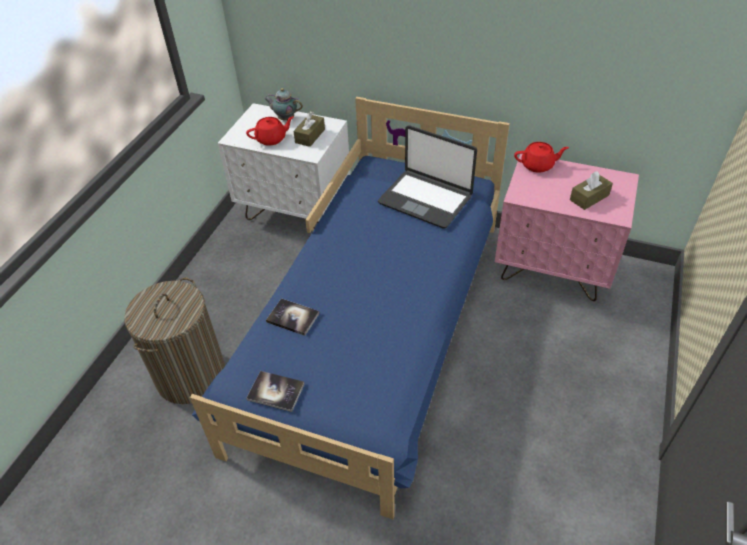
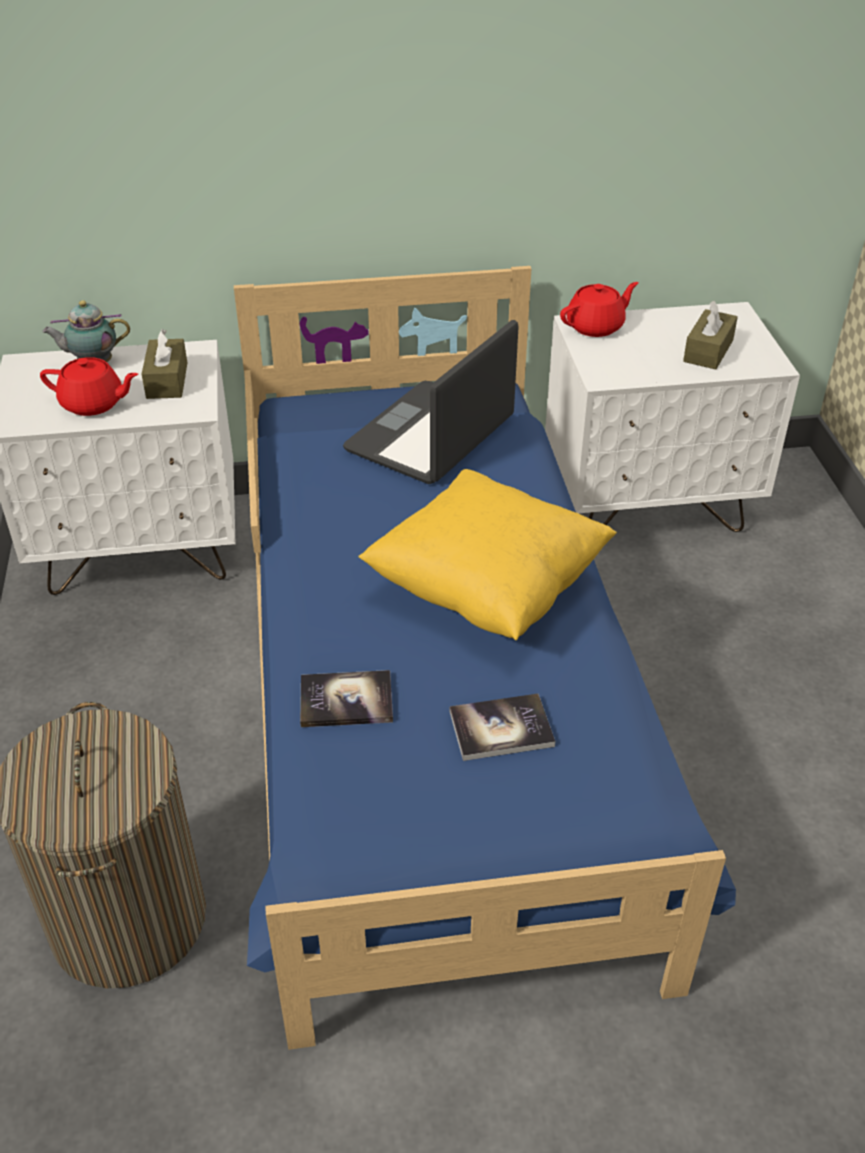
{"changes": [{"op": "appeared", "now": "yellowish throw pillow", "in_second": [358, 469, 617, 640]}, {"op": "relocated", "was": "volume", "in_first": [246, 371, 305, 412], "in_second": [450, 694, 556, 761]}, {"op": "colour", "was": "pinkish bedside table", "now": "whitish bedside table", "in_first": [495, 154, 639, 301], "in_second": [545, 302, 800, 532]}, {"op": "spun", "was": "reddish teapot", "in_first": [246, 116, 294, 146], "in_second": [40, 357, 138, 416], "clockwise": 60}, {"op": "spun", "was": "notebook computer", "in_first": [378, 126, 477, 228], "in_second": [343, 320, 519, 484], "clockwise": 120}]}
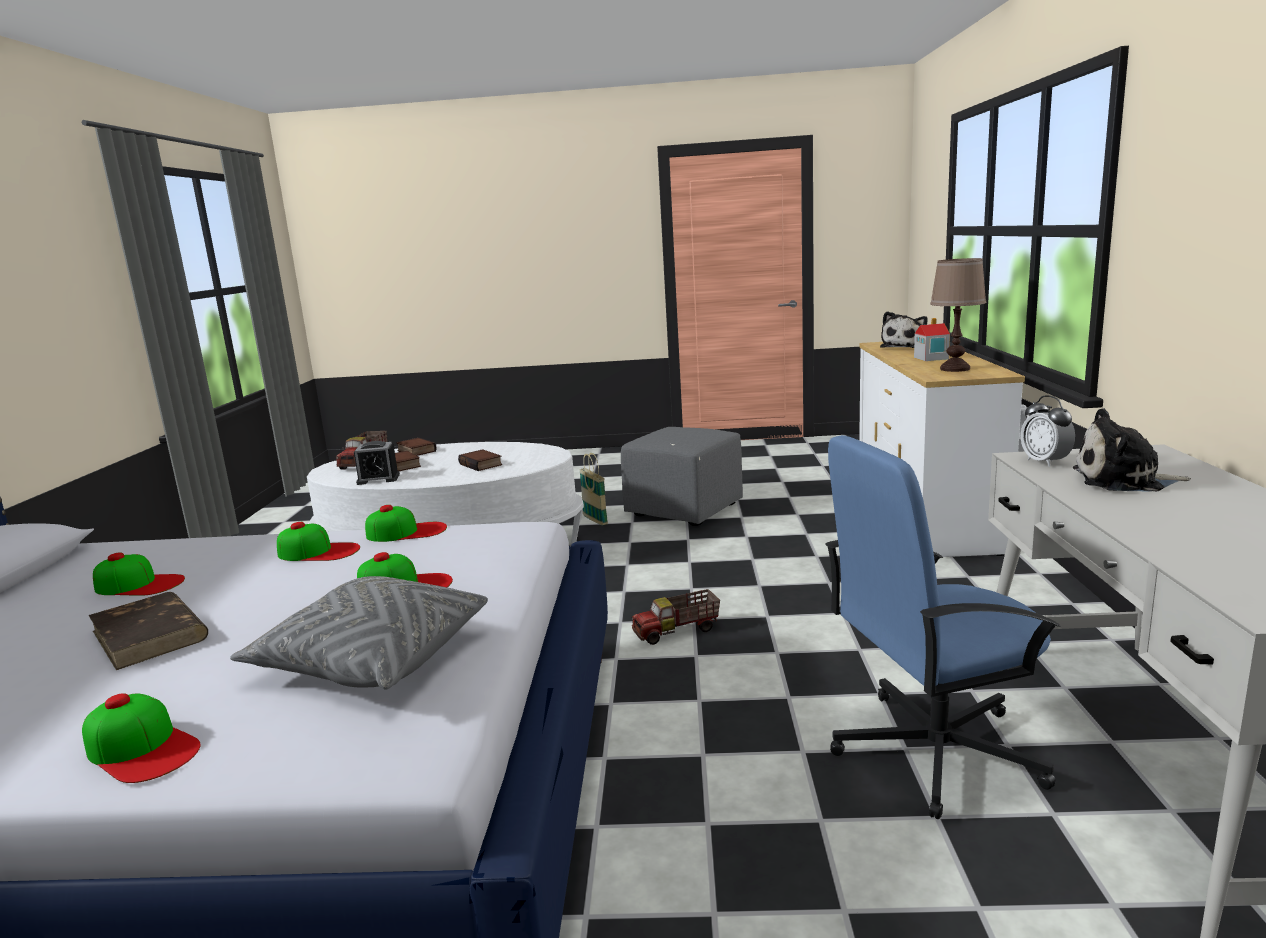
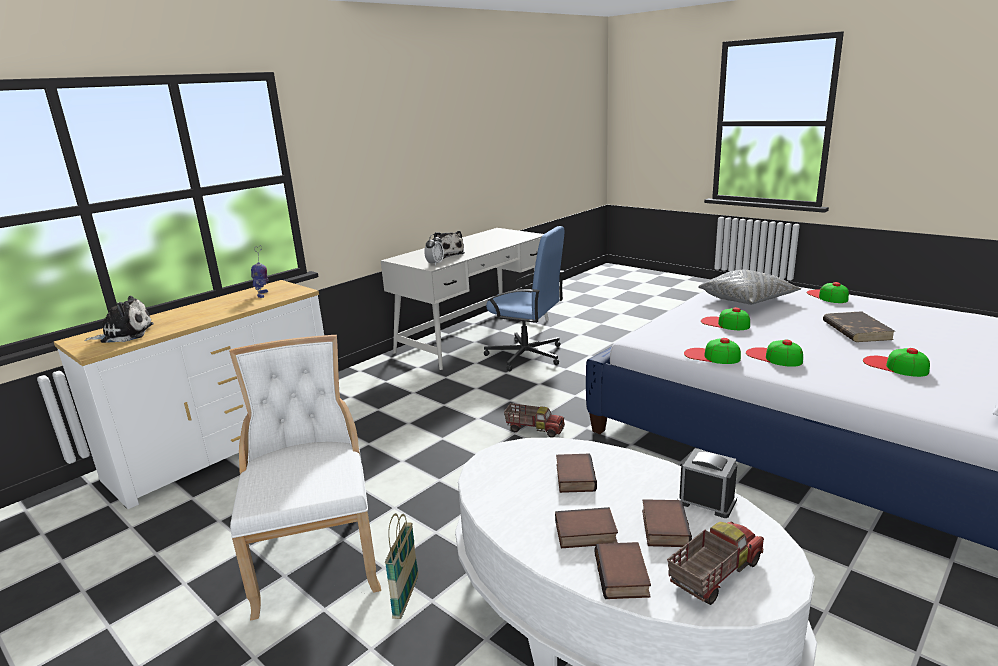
{"changes": [{"op": "missing", "was": "model house", "in_first": [914, 318, 950, 361]}, {"op": "appeared", "now": "volume", "in_second": [555, 507, 618, 548]}, {"op": "exchanged", "was": "greyish ottoman", "now": "whitish plain chair", "in_first": [621, 427, 743, 526], "in_second": [229, 335, 381, 621]}, {"op": "exchanged", "was": "brownish tabletop lamp", "now": "robot figure", "in_first": [930, 258, 986, 372], "in_second": [251, 246, 269, 298]}]}
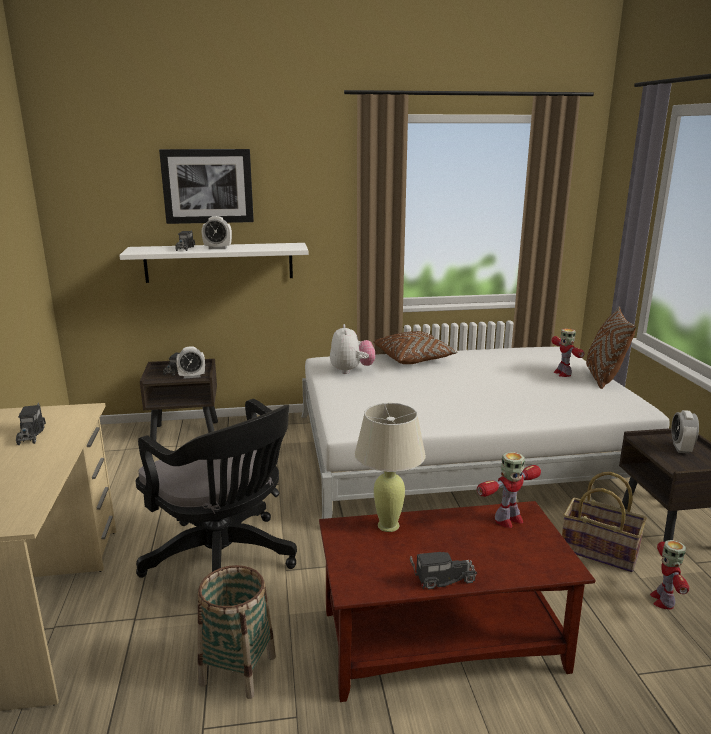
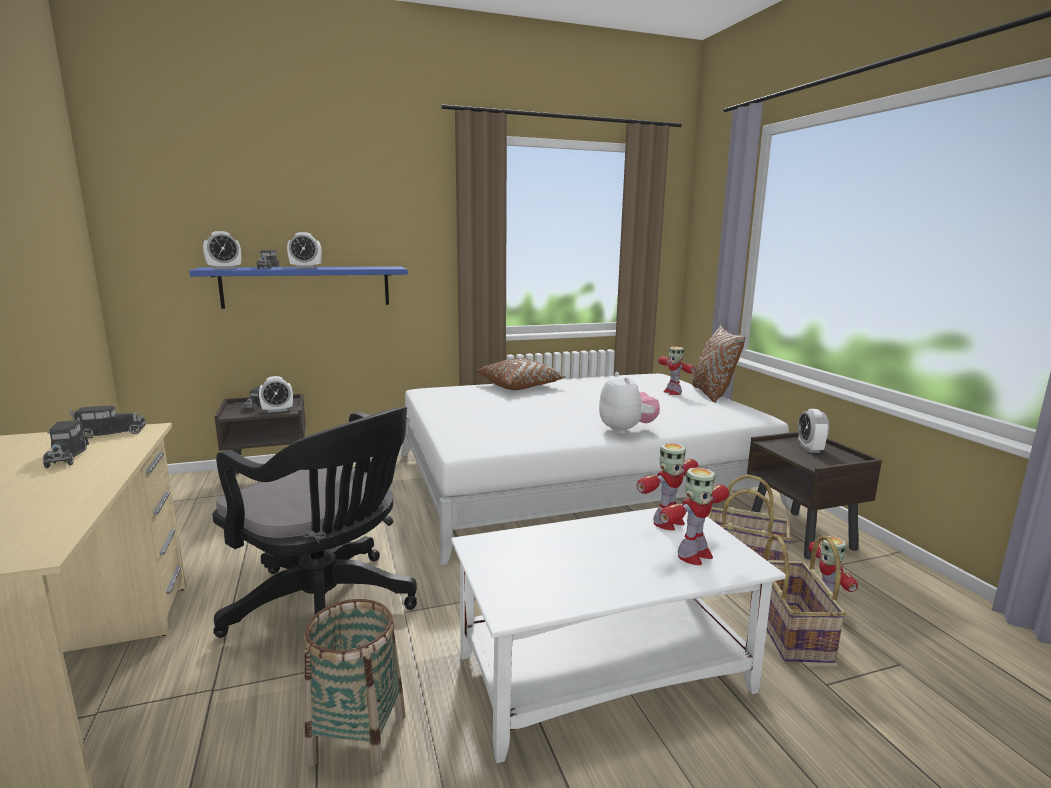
{"changes": [{"op": "missing", "was": "picture", "in_first": [159, 149, 254, 224]}, {"op": "missing", "was": "sand-coloured tabletop lamp", "in_first": [355, 403, 426, 532]}, {"op": "appeared", "now": "table clock", "in_second": [203, 231, 241, 269]}, {"op": "appeared", "now": "robot figure", "in_second": [659, 467, 729, 565]}, {"op": "appeared", "now": "household basket", "in_second": [764, 534, 846, 663]}, {"op": "relocated", "was": "soft toy", "in_first": [330, 324, 375, 374], "in_second": [599, 372, 660, 435]}, {"op": "relocated", "was": "toy truck", "in_first": [410, 552, 477, 589], "in_second": [69, 406, 146, 438]}, {"op": "colour", "was": "whitish shelf", "now": "bluish shelf", "in_first": [119, 243, 308, 283], "in_second": [189, 266, 408, 309]}, {"op": "colour", "was": "brownish low table", "now": "whitish low table", "in_first": [319, 501, 596, 702], "in_second": [451, 504, 786, 763]}]}
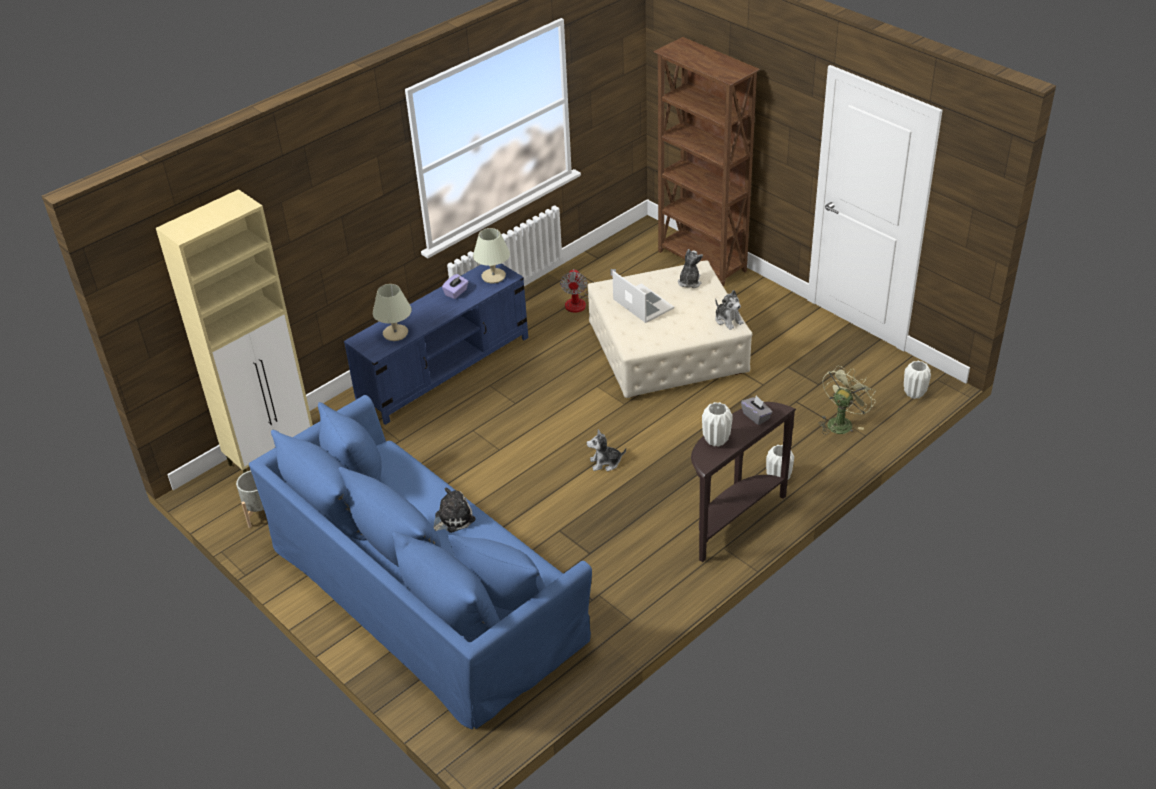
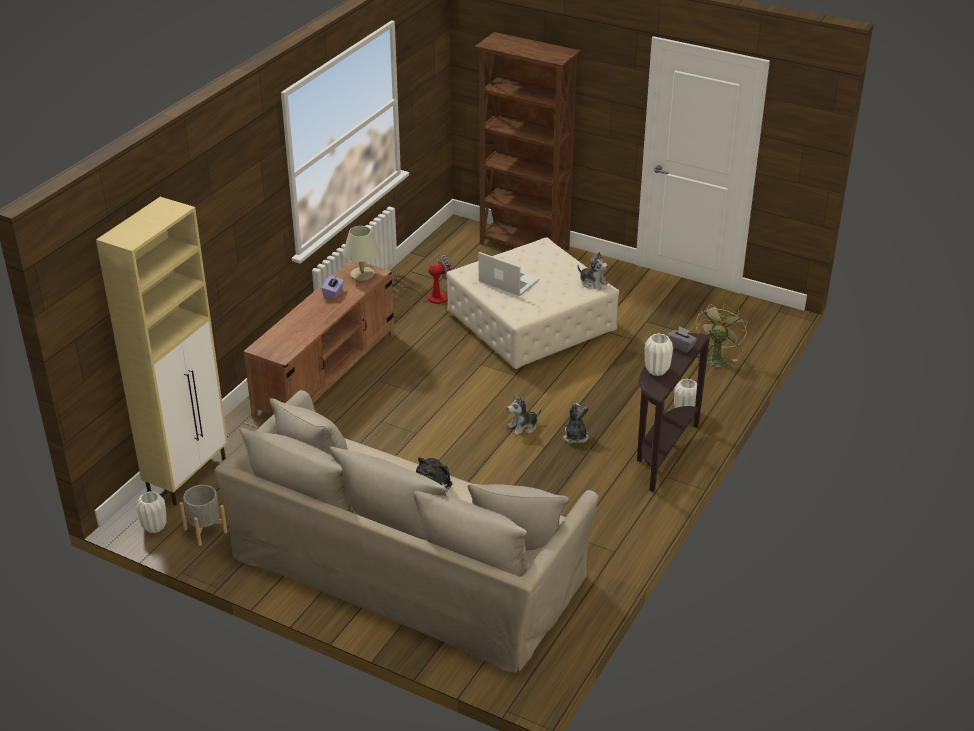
{"changes": [{"op": "missing", "was": "sand-coloured tabletop lamp", "in_first": [373, 284, 412, 341]}, {"op": "relocated", "was": "soft toy", "in_first": [678, 249, 703, 288], "in_second": [563, 403, 589, 443]}, {"op": "relocated", "was": "whitish decorative vase", "in_first": [904, 361, 931, 399], "in_second": [137, 491, 166, 533]}, {"op": "colour", "was": "bluish sofa", "now": "sand-coloured sofa", "in_first": [249, 395, 592, 729], "in_second": [214, 390, 598, 673]}, {"op": "colour", "was": "bluish media console", "now": "brownish media console", "in_first": [344, 264, 528, 425], "in_second": [243, 261, 394, 417]}, {"op": "spun", "was": "fan", "in_first": [560, 269, 616, 313], "in_second": [392, 255, 453, 304], "clockwise": -105}]}
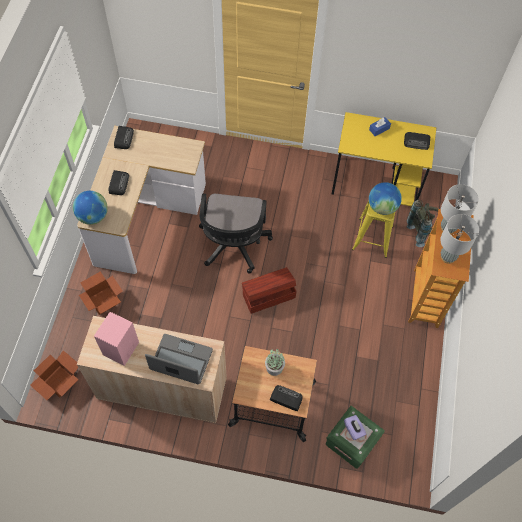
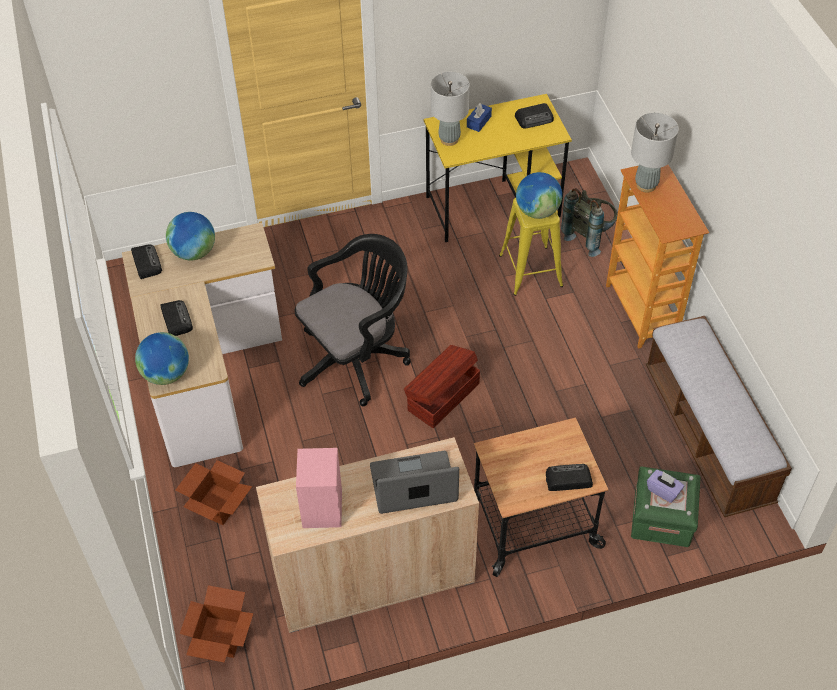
{"changes": [{"op": "missing", "was": "plant in a pot", "in_first": [265, 348, 285, 376]}, {"op": "appeared", "now": "world globe", "in_second": [166, 212, 215, 261]}, {"op": "appeared", "now": "long seat", "in_second": [646, 316, 792, 517]}, {"op": "relocated", "was": "greyish tabletop lamp", "in_first": [440, 214, 479, 264], "in_second": [431, 72, 470, 146]}, {"op": "spun", "was": "black desk chair", "in_first": [199, 194, 273, 274], "in_second": [295, 234, 411, 406], "clockwise": -105}]}
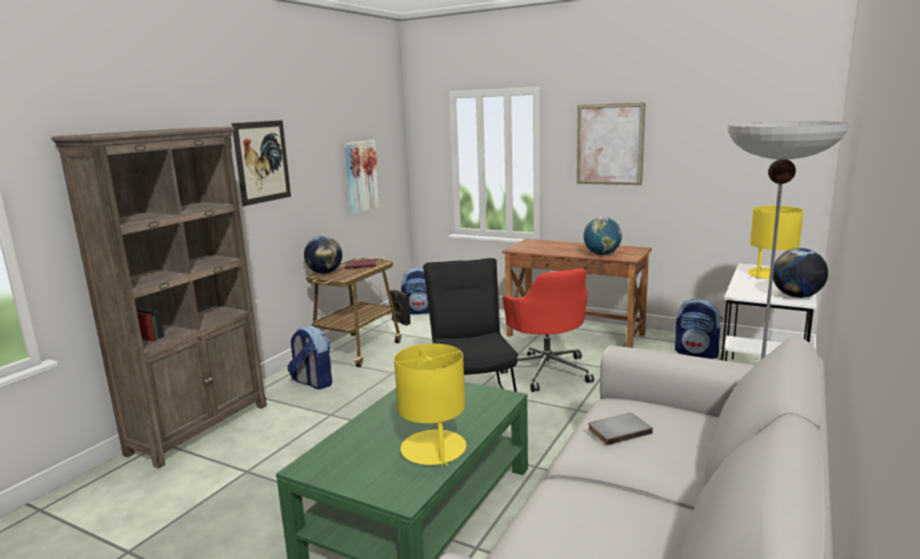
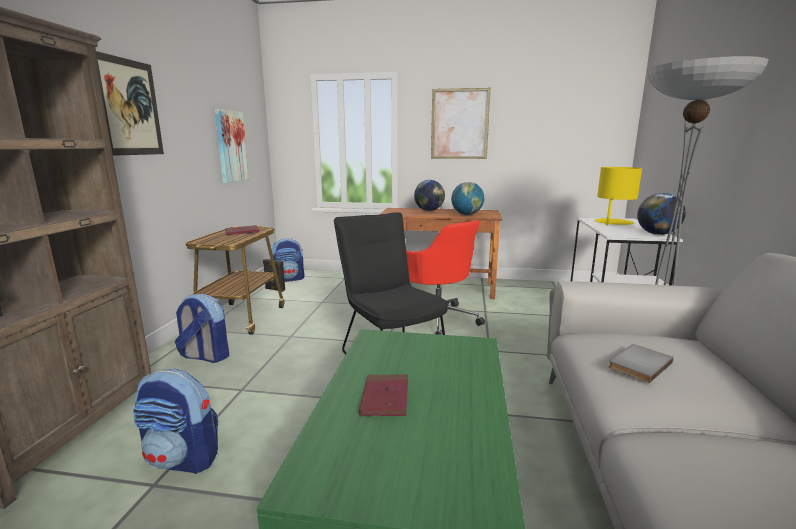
{"changes": [{"op": "missing", "was": "yellowish tabletop lamp", "in_first": [394, 344, 466, 466]}, {"op": "appeared", "now": "reddish volume", "in_second": [359, 374, 408, 416]}, {"op": "relocated", "was": "world globe", "in_first": [304, 236, 342, 274], "in_second": [414, 180, 445, 211]}, {"op": "relocated", "was": "rucksack", "in_first": [675, 299, 723, 359], "in_second": [133, 369, 218, 474]}]}
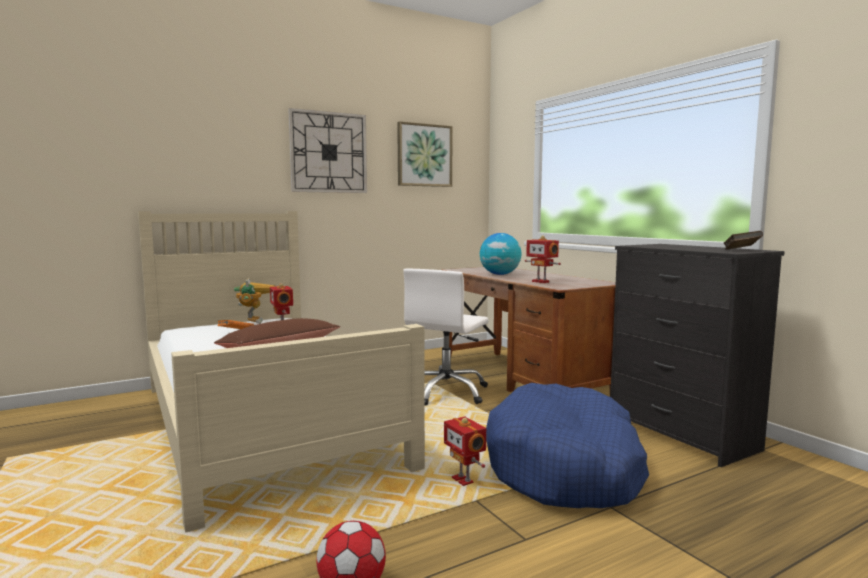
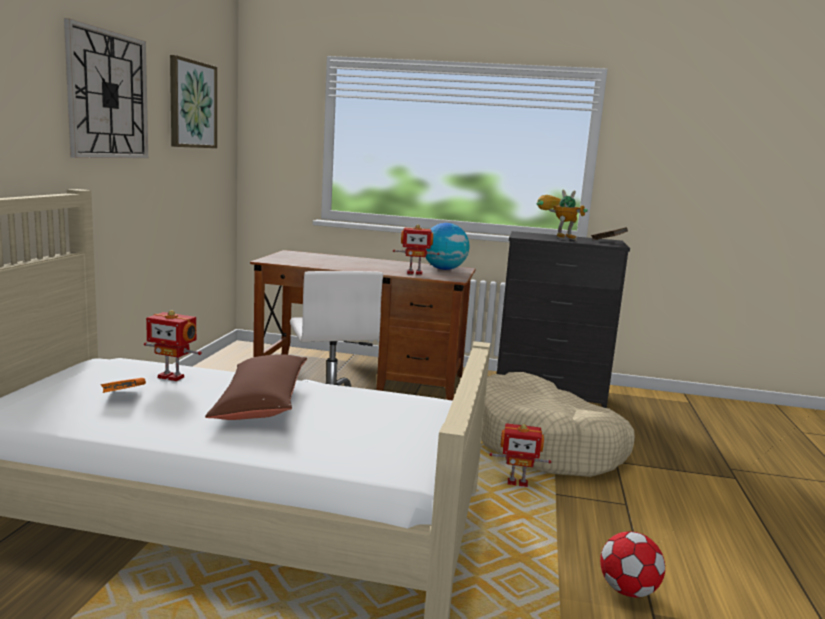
{"changes": [{"op": "relocated", "was": "robot figure", "in_first": [234, 278, 275, 324], "in_second": [537, 190, 588, 240]}, {"op": "relocated", "was": "world globe", "in_first": [480, 233, 522, 275], "in_second": [425, 223, 469, 270]}, {"op": "colour", "was": "bluish dog bed", "now": "sand-coloured dog bed", "in_first": [486, 383, 649, 508], "in_second": [481, 372, 635, 477]}]}
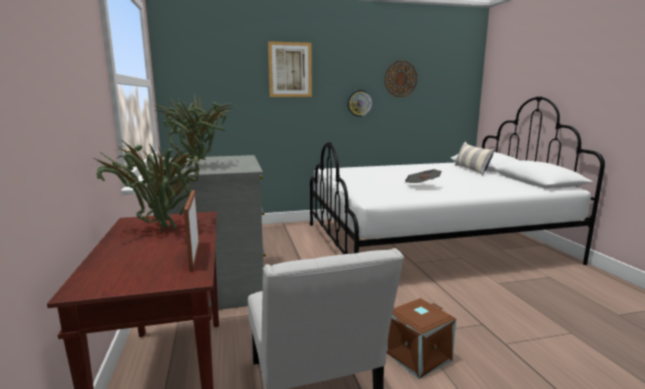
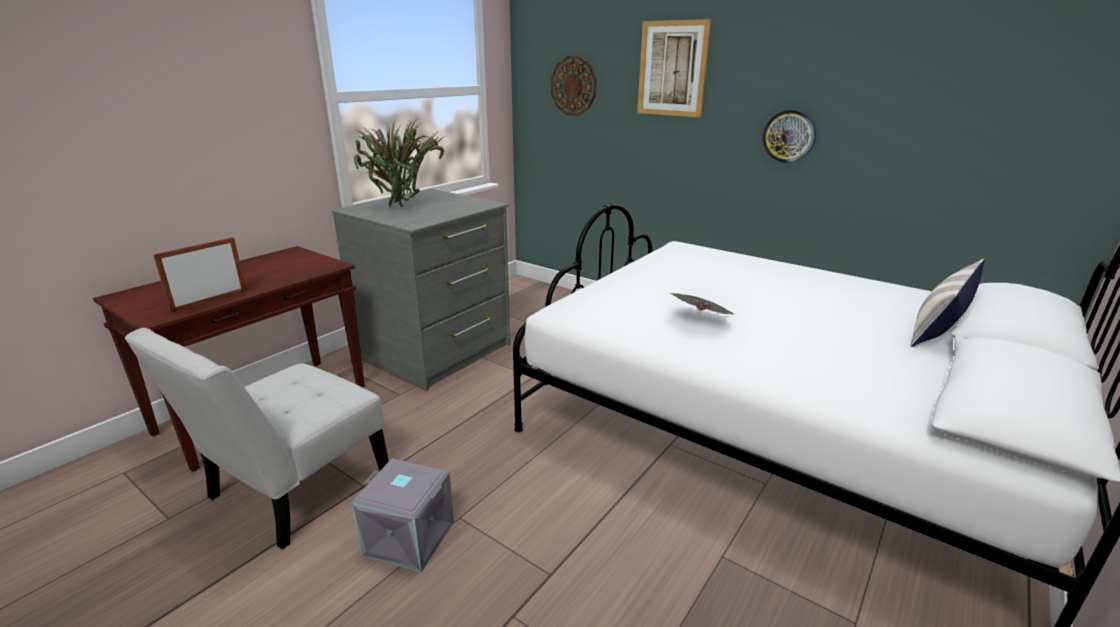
{"changes": [{"op": "missing", "was": "plant in a pot", "in_first": [93, 139, 200, 232]}, {"op": "relocated", "was": "wall clock", "in_first": [385, 61, 417, 97], "in_second": [551, 56, 597, 116]}, {"op": "colour", "was": "brownish storage box", "now": "greyish storage box", "in_first": [387, 298, 456, 379], "in_second": [351, 459, 454, 573]}]}
